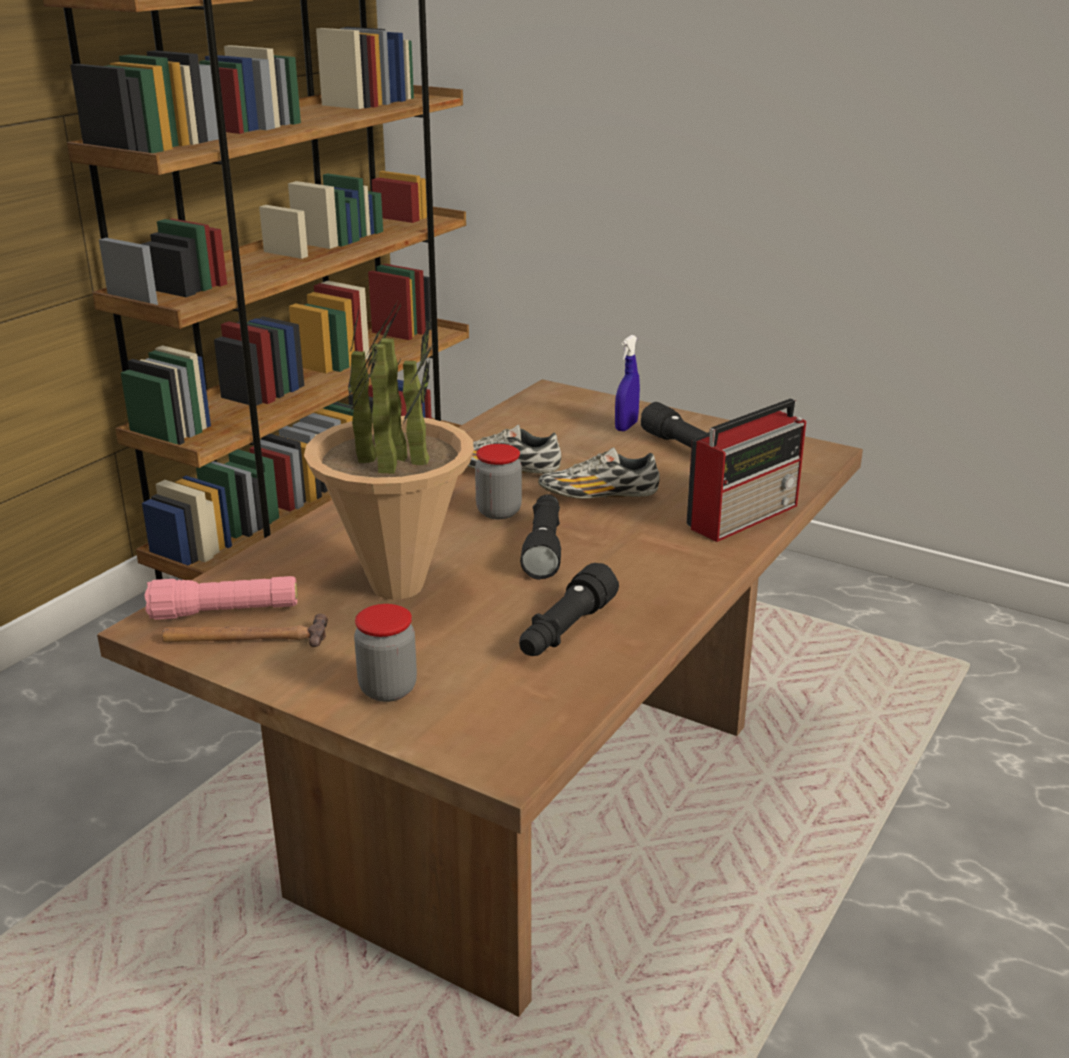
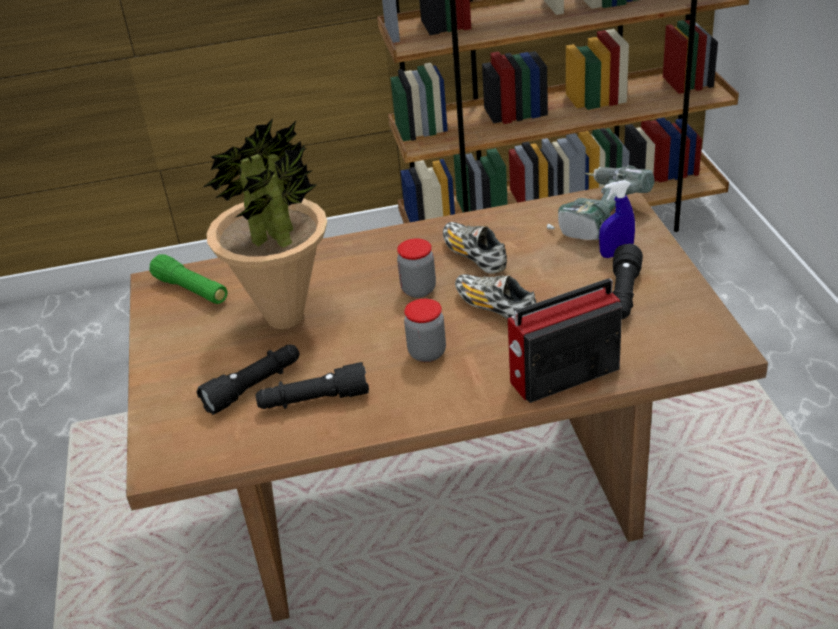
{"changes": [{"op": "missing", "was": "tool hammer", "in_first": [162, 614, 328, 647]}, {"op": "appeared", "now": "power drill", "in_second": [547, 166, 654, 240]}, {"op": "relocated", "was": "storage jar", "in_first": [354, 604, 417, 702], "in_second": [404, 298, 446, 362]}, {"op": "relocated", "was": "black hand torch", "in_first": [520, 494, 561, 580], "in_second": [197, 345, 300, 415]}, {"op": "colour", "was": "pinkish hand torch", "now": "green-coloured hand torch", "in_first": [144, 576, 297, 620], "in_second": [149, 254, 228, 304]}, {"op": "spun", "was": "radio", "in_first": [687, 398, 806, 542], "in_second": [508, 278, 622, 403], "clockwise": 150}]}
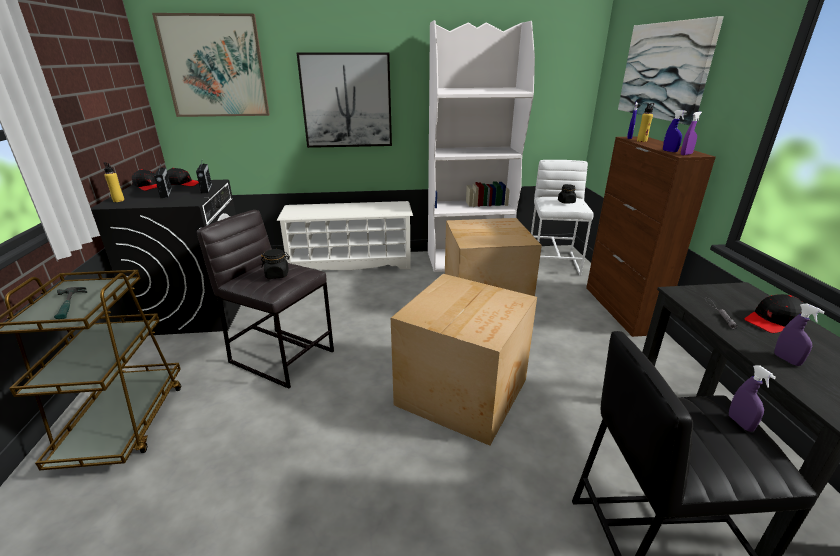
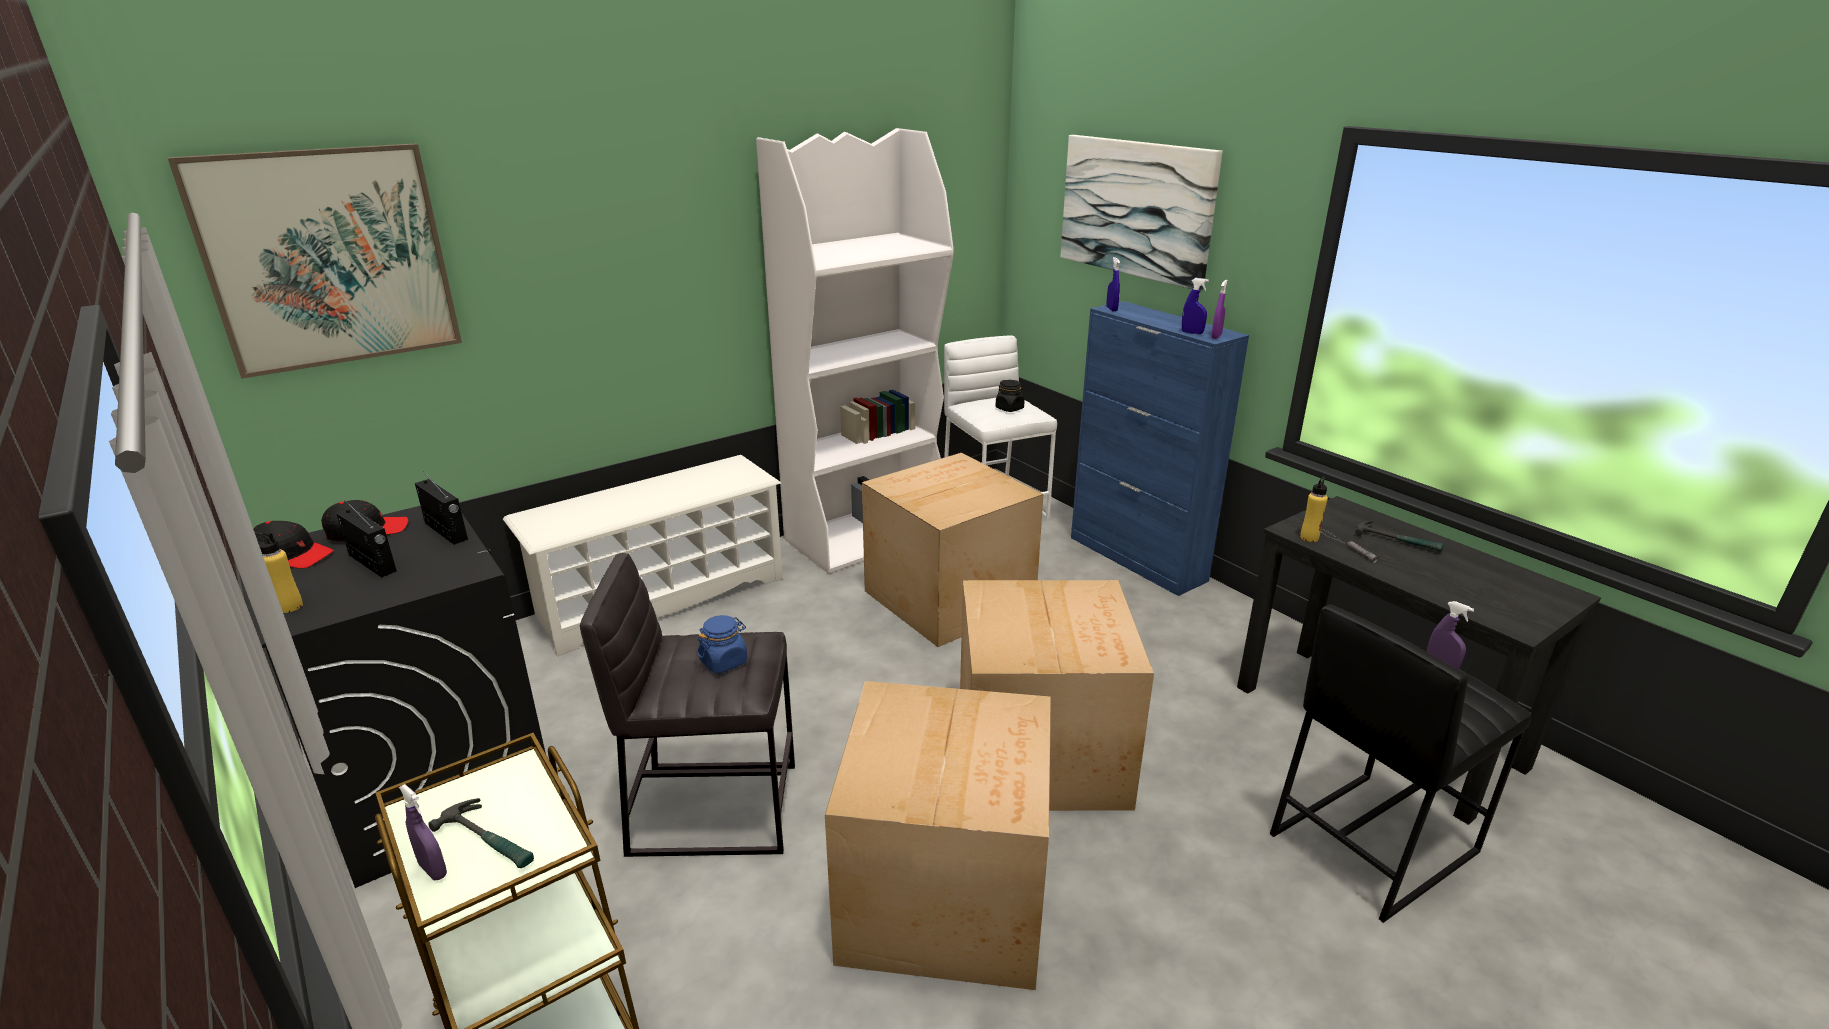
{"changes": [{"op": "missing", "was": "picture", "in_first": [296, 52, 392, 148]}, {"op": "appeared", "now": "cardboard box", "in_second": [825, 681, 1051, 990]}, {"op": "relocated", "was": "yellowish bottle", "in_first": [637, 103, 654, 142], "in_second": [1300, 476, 1328, 542]}, {"op": "relocated", "was": "purplish hand sprayer", "in_first": [774, 304, 825, 366], "in_second": [399, 784, 447, 880]}, {"op": "exchanged", "was": "black peaked cap", "now": "tool hammer", "in_first": [745, 294, 804, 333], "in_second": [1355, 521, 1444, 552]}, {"op": "colour", "was": "black storage jar", "now": "bluish storage jar", "in_first": [261, 249, 290, 279], "in_second": [697, 615, 748, 673]}, {"op": "colour", "was": "brownish cupboard", "now": "bluish cupboard", "in_first": [586, 136, 716, 337], "in_second": [1071, 301, 1249, 596]}]}
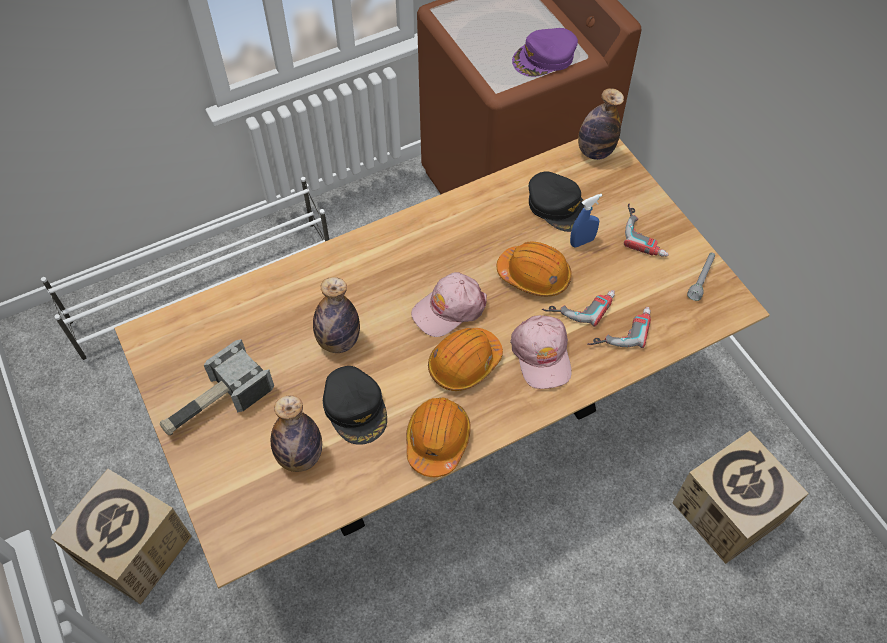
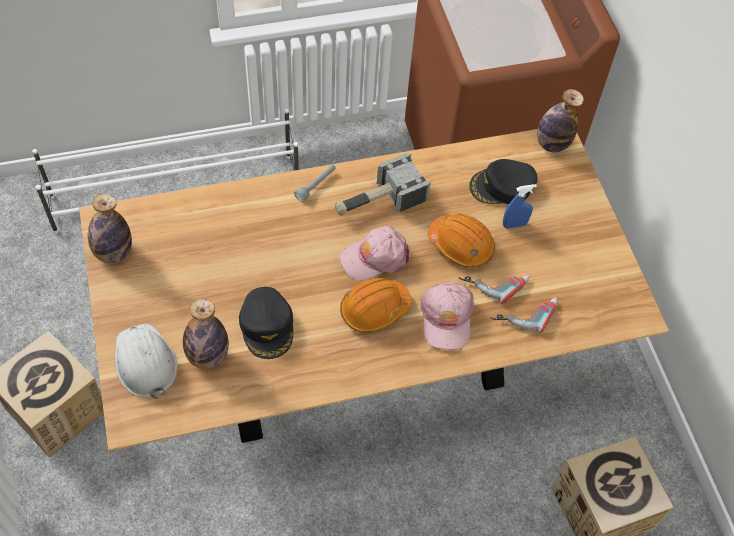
{"changes": [{"op": "missing", "was": "orange-coloured hard hat", "in_first": [406, 398, 471, 477]}, {"op": "missing", "was": "purplish peaked cap", "in_first": [512, 28, 578, 77]}, {"op": "missing", "was": "power drill", "in_first": [624, 203, 669, 257]}, {"op": "appeared", "now": "whitish hard hat", "in_second": [115, 323, 178, 399]}, {"op": "relocated", "was": "tool hammer", "in_first": [160, 339, 274, 435], "in_second": [335, 153, 431, 215]}, {"op": "relocated", "was": "bottle", "in_first": [313, 277, 360, 353], "in_second": [88, 194, 132, 264]}, {"op": "relocated", "was": "greyish hand torch", "in_first": [687, 253, 715, 301], "in_second": [294, 165, 336, 202]}, {"op": "spun", "was": "black peaked cap", "in_first": [529, 171, 585, 232], "in_second": [469, 159, 538, 204], "clockwise": 105}]}
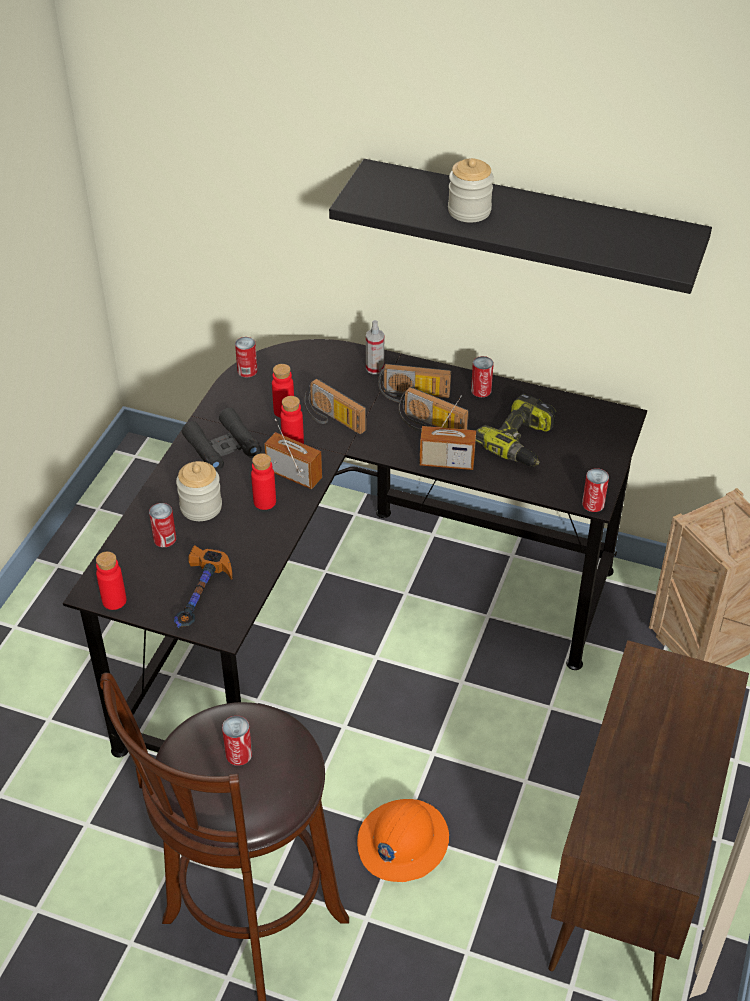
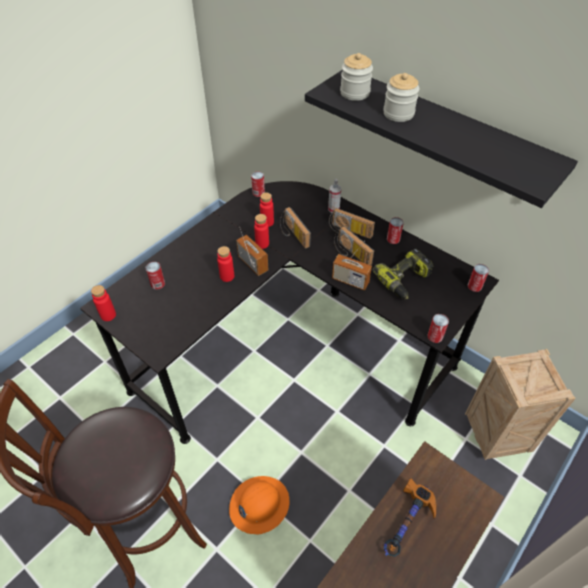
{"changes": [{"op": "missing", "was": "black binoculars", "in_first": [182, 408, 262, 472]}, {"op": "relocated", "was": "tool hammer", "in_first": [174, 545, 233, 628], "in_second": [384, 478, 436, 557]}, {"op": "relocated", "was": "storage jar", "in_first": [176, 461, 222, 521], "in_second": [340, 53, 373, 101]}, {"op": "relocated", "was": "sealed can", "in_first": [222, 716, 252, 766], "in_second": [468, 264, 489, 292]}]}
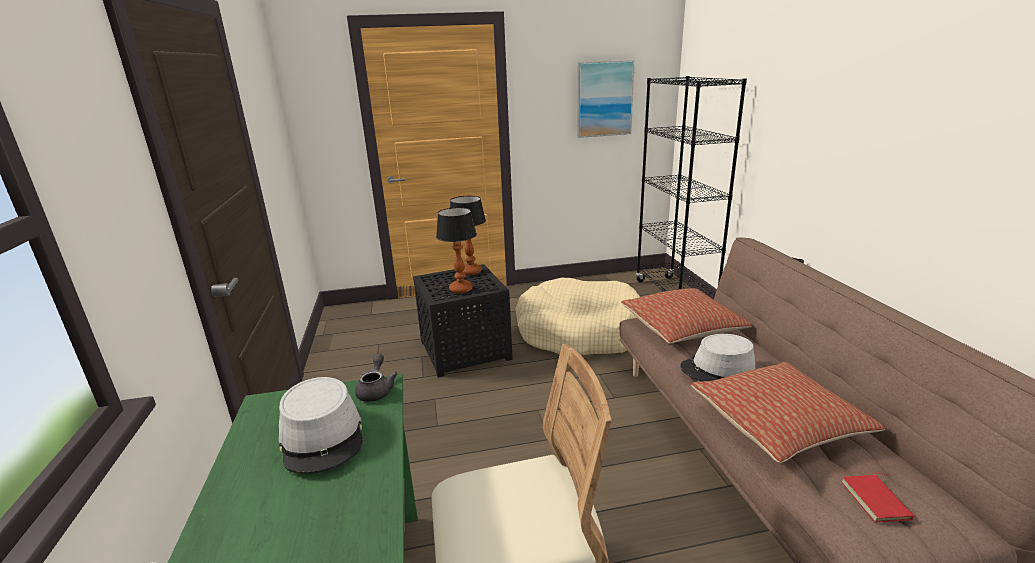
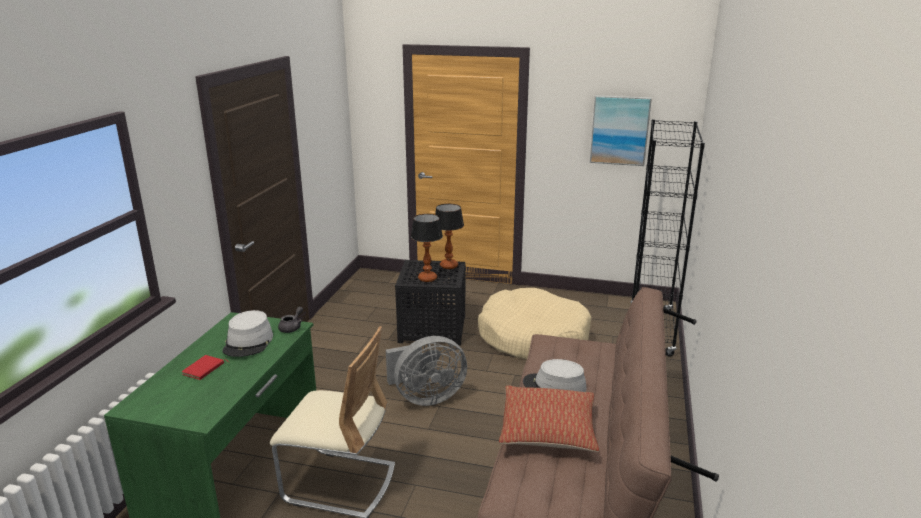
{"changes": [{"op": "missing", "was": "throw pillow", "in_first": [621, 288, 752, 343]}, {"op": "appeared", "now": "greyish fan", "in_second": [386, 336, 467, 406]}, {"op": "relocated", "was": "reddish volume", "in_first": [841, 473, 914, 522], "in_second": [182, 355, 229, 380]}]}
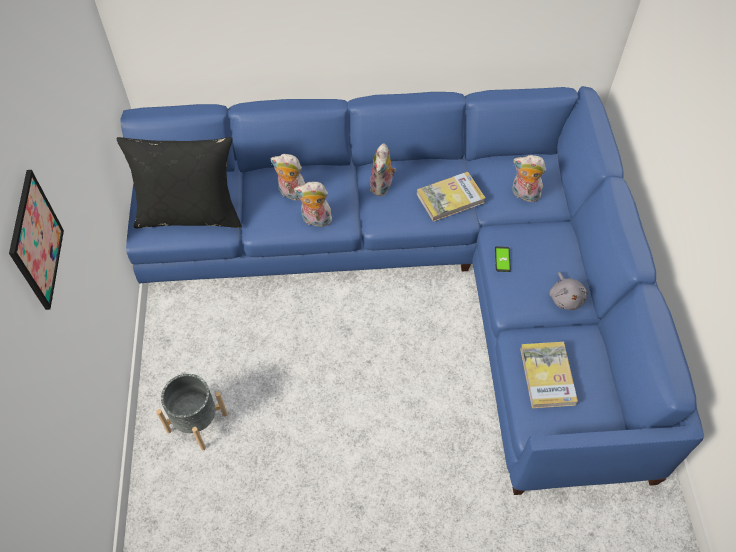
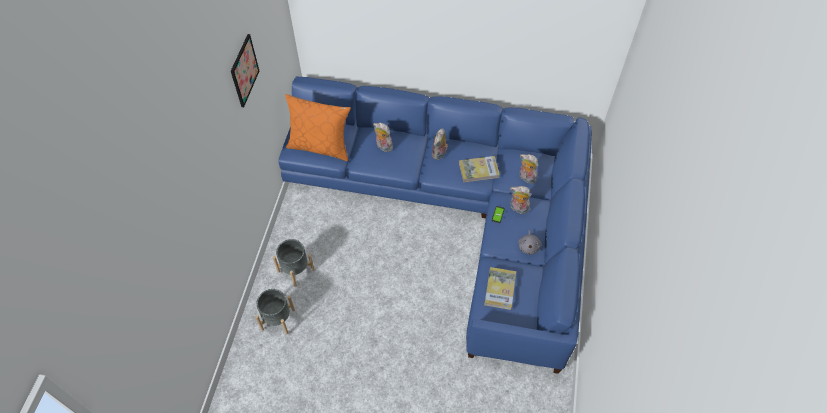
{"changes": [{"op": "appeared", "now": "greyish planter", "in_second": [255, 289, 295, 334]}, {"op": "relocated", "was": "picture", "in_first": [9, 170, 64, 310], "in_second": [231, 34, 259, 107]}, {"op": "relocated", "was": "soft toy", "in_first": [294, 182, 332, 227], "in_second": [510, 186, 531, 214]}, {"op": "colour", "was": "black throw pillow", "now": "orange-coloured throw pillow", "in_first": [116, 137, 242, 228], "in_second": [285, 94, 351, 161]}]}
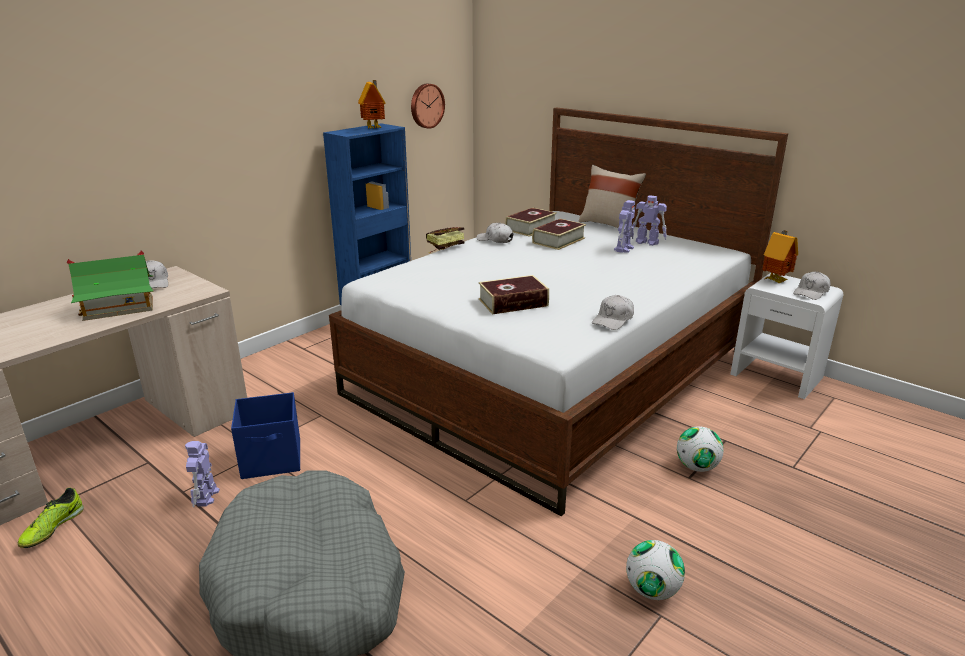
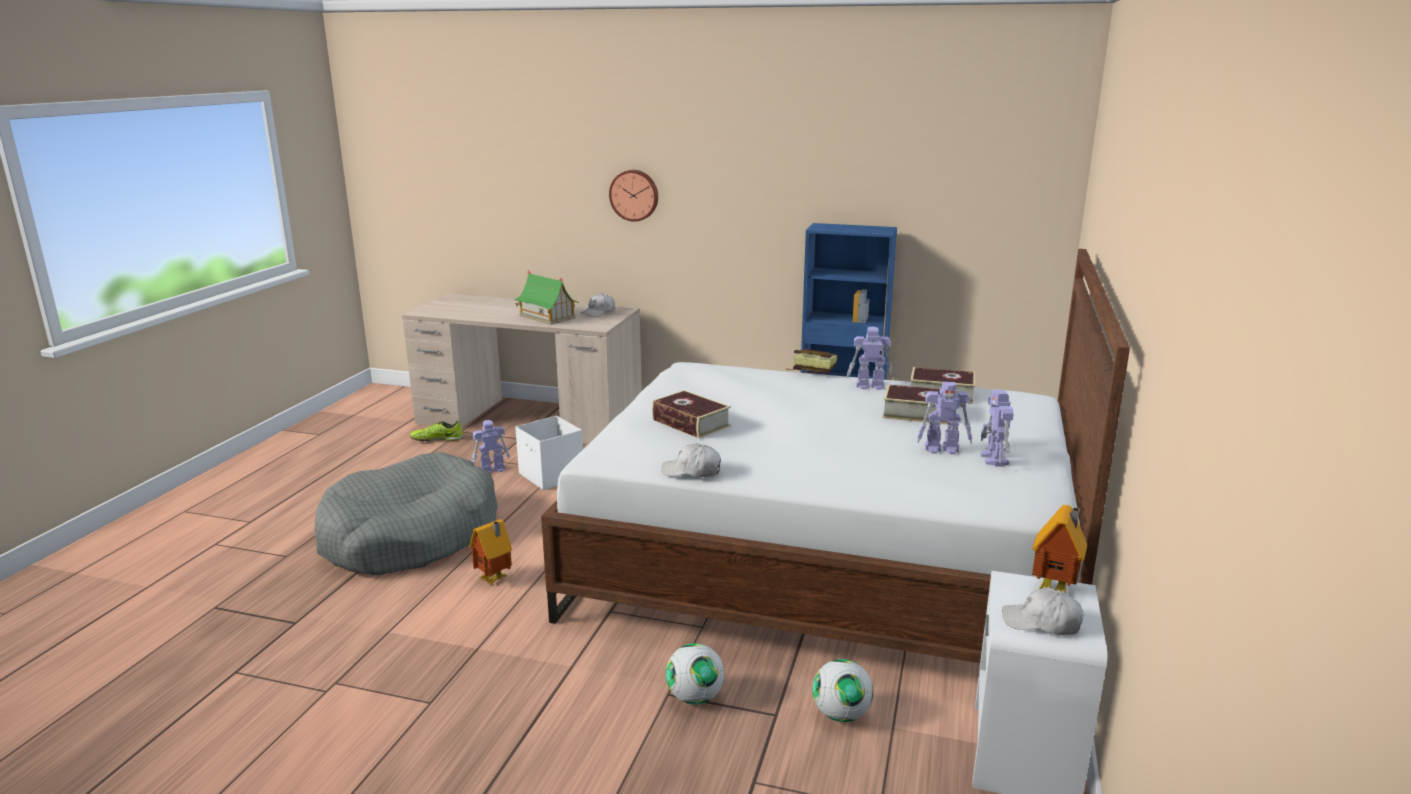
{"changes": [{"op": "missing", "was": "sand-coloured throw pillow", "in_first": [579, 165, 646, 228]}, {"op": "relocated", "was": "model house", "in_first": [358, 80, 386, 129], "in_second": [470, 519, 512, 585]}, {"op": "relocated", "was": "wall clock", "in_first": [411, 84, 445, 129], "in_second": [609, 170, 658, 222]}, {"op": "relocated", "was": "ball for football", "in_first": [626, 540, 685, 600], "in_second": [812, 659, 873, 722]}, {"op": "exchanged", "was": "whitish peaked cap", "now": "robot figure", "in_first": [476, 223, 513, 243], "in_second": [846, 327, 893, 390]}, {"op": "colour", "was": "bluish storage box", "now": "whitish storage box", "in_first": [231, 392, 300, 479], "in_second": [515, 416, 583, 490]}]}
